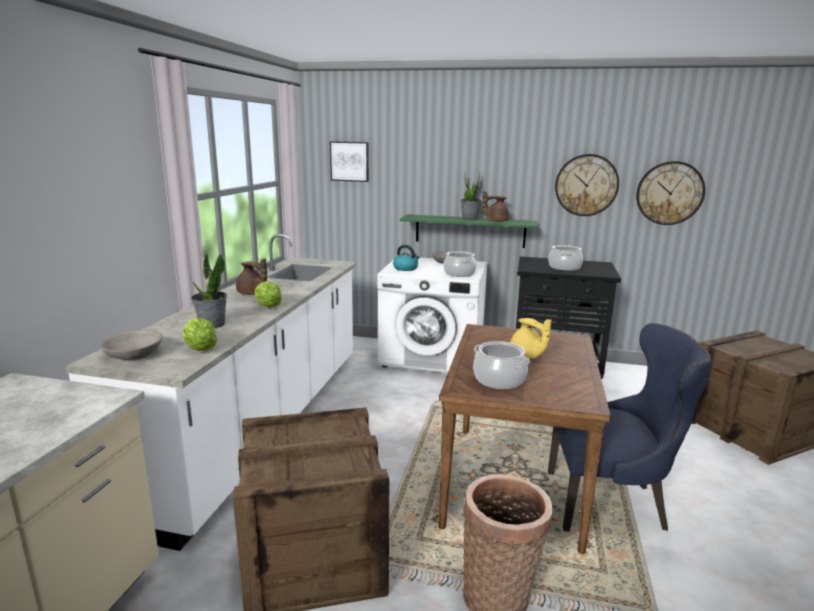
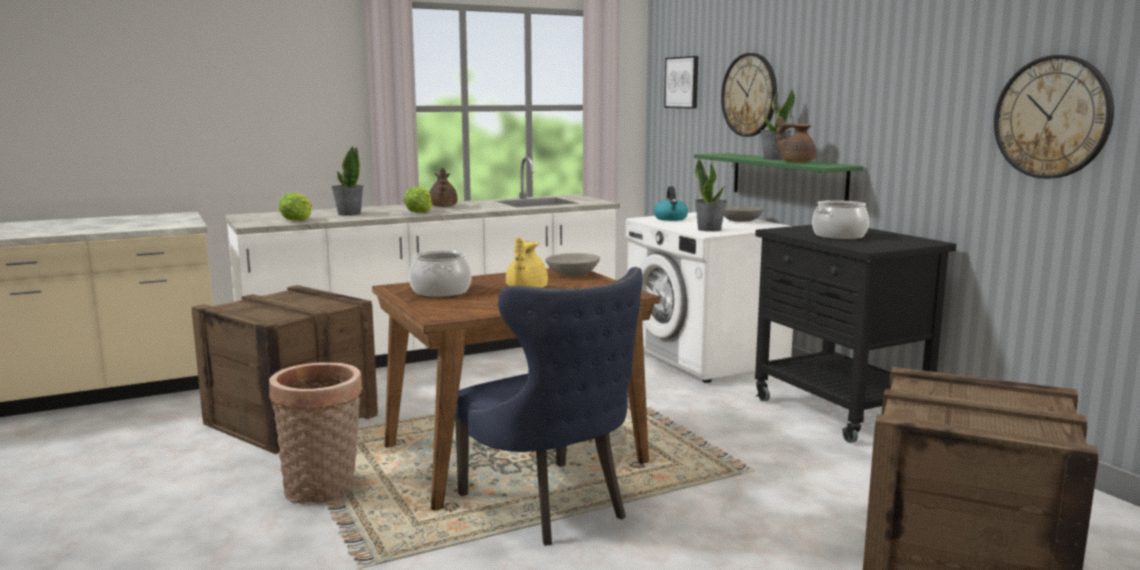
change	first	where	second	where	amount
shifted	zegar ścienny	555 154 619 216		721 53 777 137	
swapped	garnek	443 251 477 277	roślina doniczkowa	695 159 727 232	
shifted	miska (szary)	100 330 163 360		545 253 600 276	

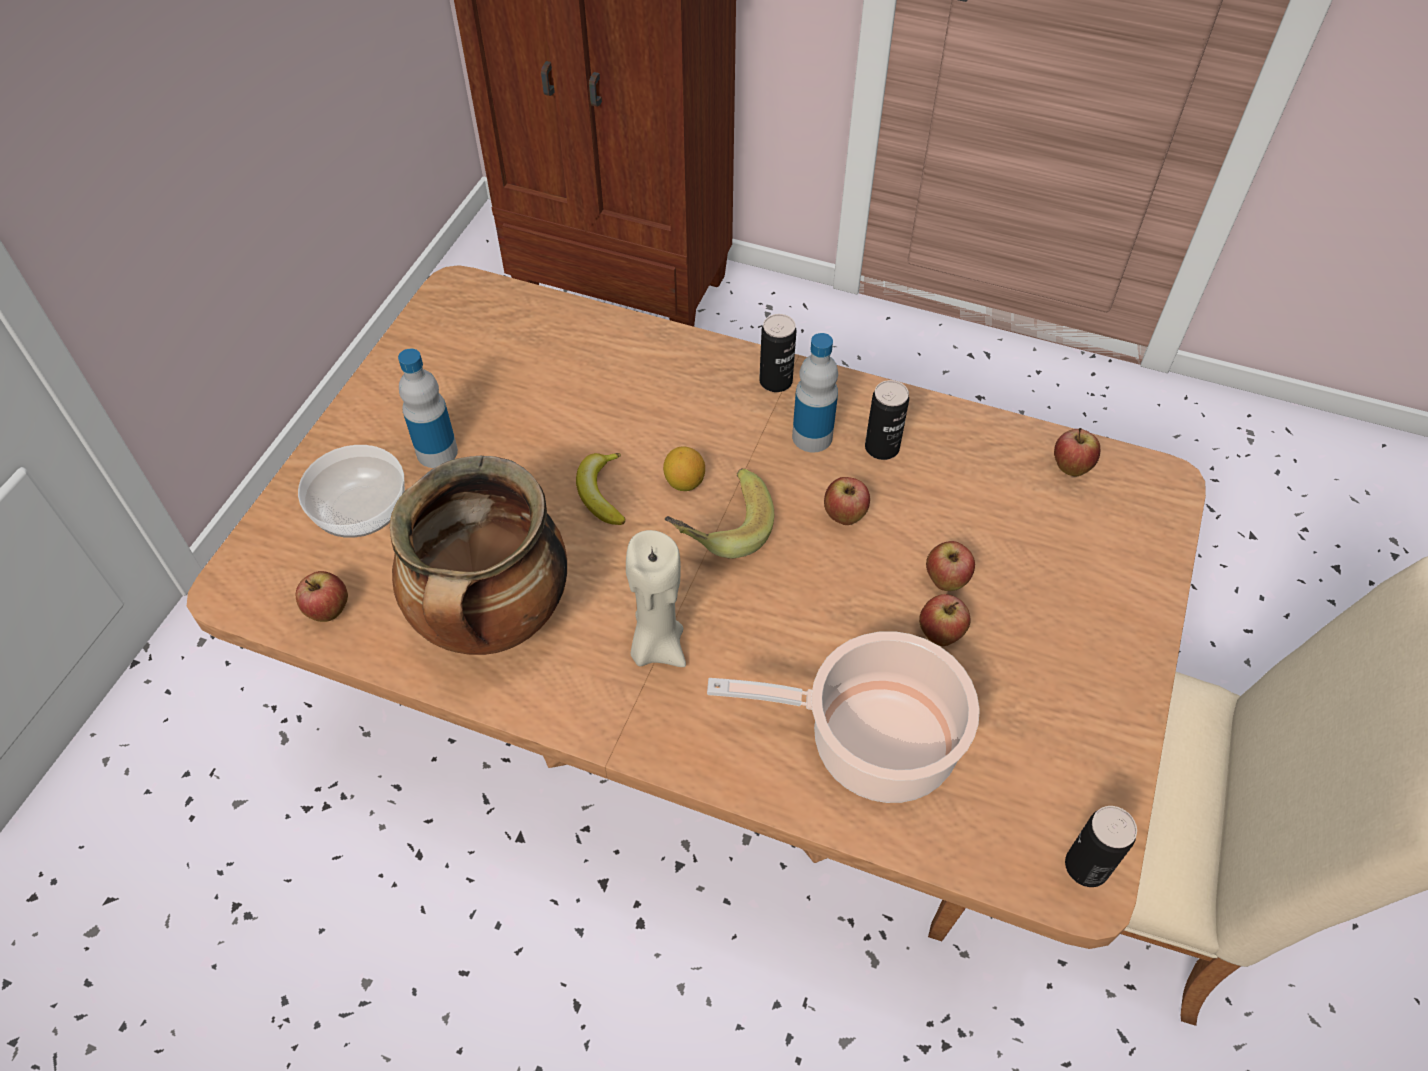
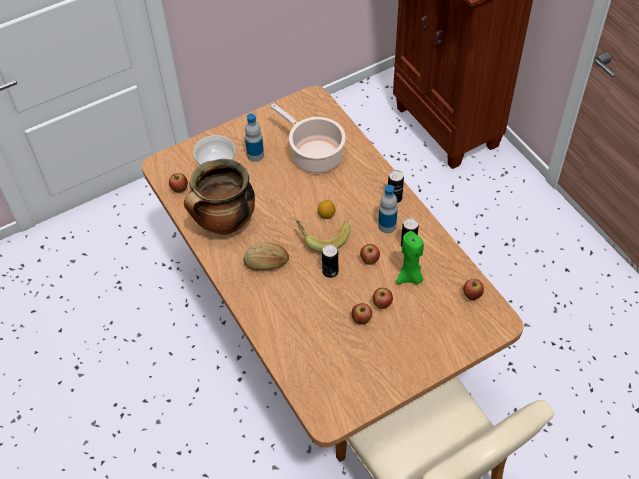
change	first	where	second	where	amount
gone	banan	576 453 626 525			
swapped	świeca (beżowy)	626 530 686 667	chleb	243 242 289 270	
shifted	garnek	707 631 980 803		270 103 346 173	
shifted	puszka	1065 806 1137 887		322 244 338 278	
new			świeca (zielony)	397 231 424 284	

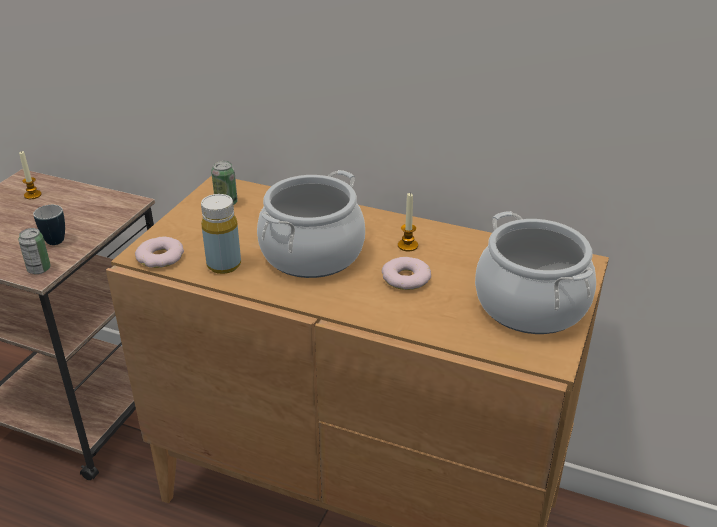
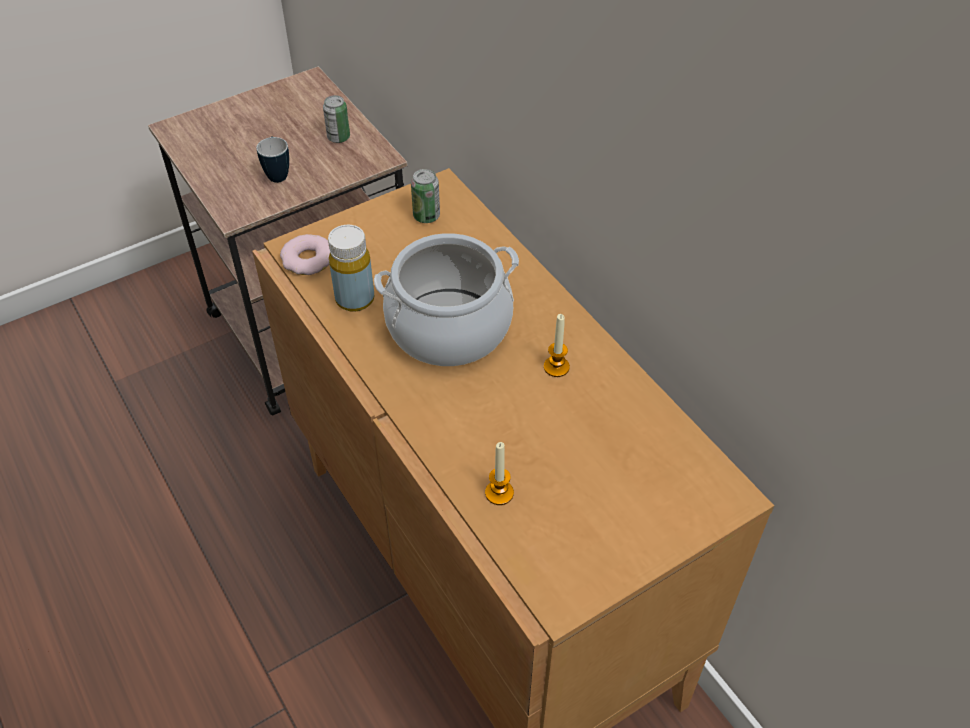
change	first	where	second	where	amount
shifted	świeca	19 151 42 199		485 442 514 505	
gone	garnek	475 211 596 334			
shifted	puszka	18 228 51 274		323 95 350 143	
gone	donut	382 257 431 290			

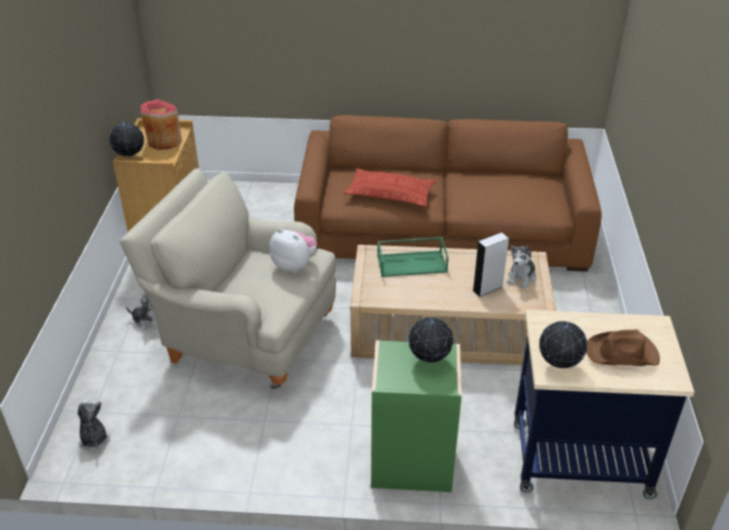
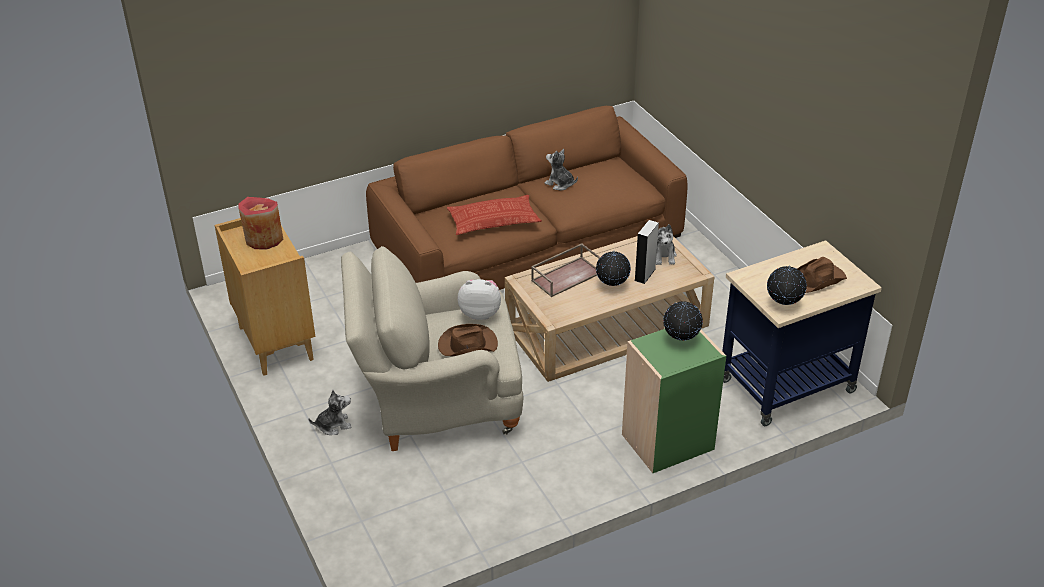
change	first	where	second	where	amount
shifted	globus	109 121 144 158		596 251 631 286	
repainted	taca (zielony)	377 237 449 277	taca (brązowy)	531 243 600 297	
shifted	pluszak	78 400 110 451		544 149 578 191	
new			kapelusz (brązowy)	438 324 498 356	

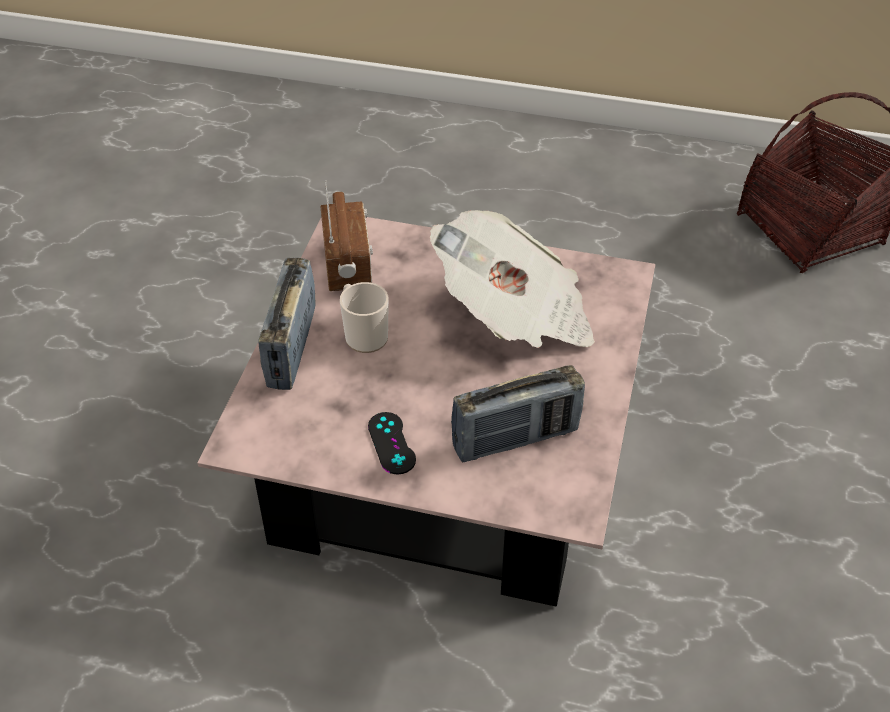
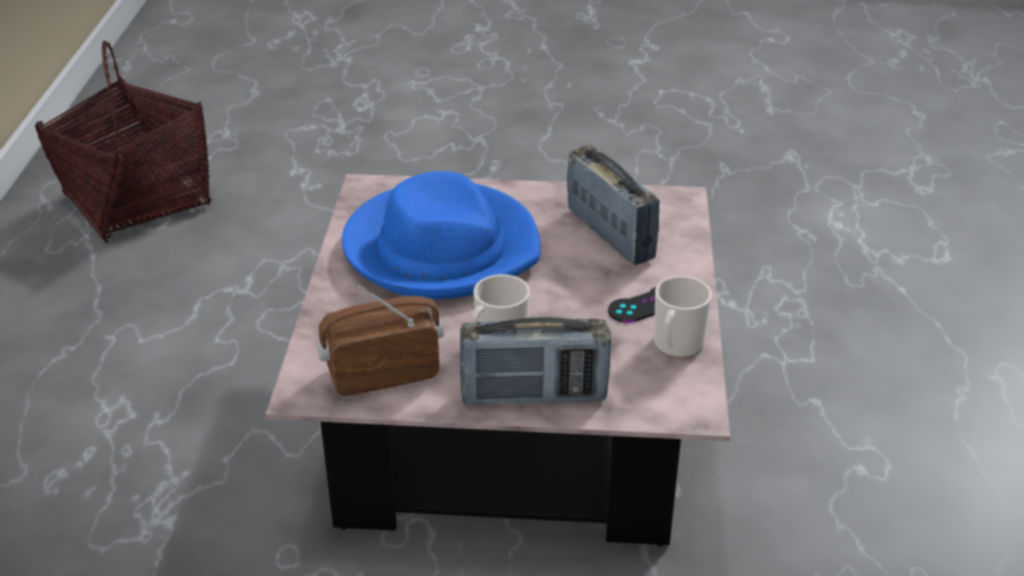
change	first	where	second	where	amount
swapped	gazeta	430 210 595 348	kapelusz (niebieski)	342 171 540 299	
new			kubek	654 276 712 359	

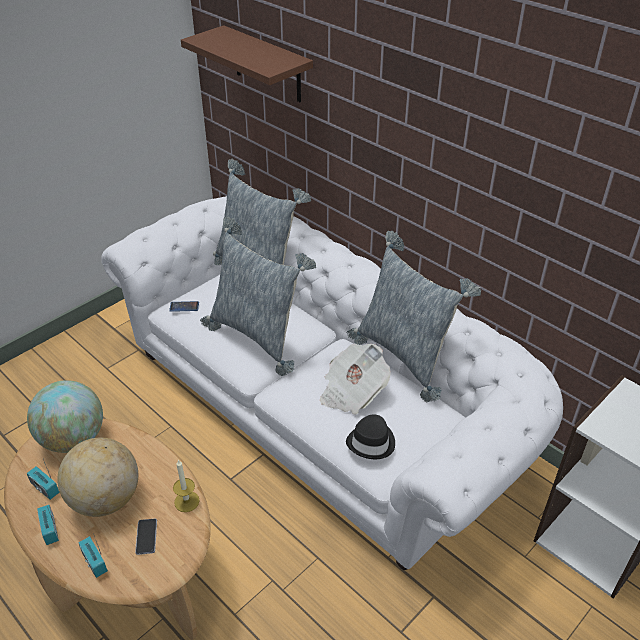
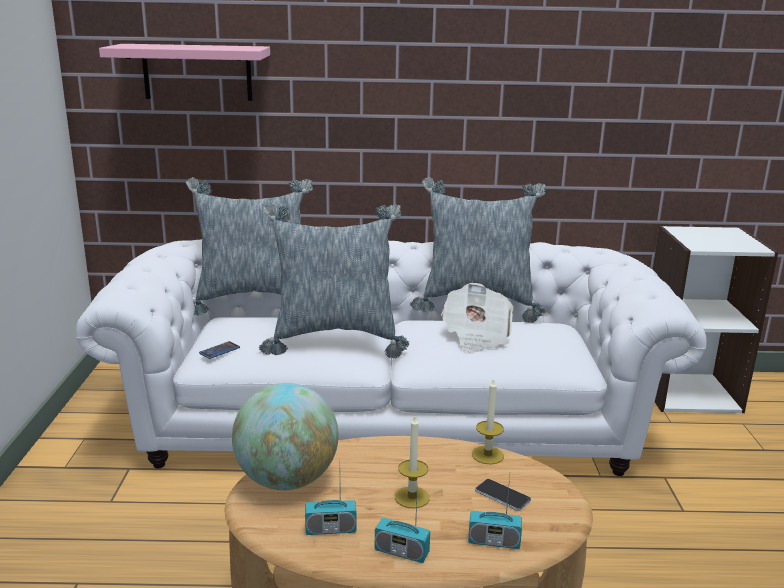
change	first	where	second	where	amount
repainted	półka (brązowy)	181 25 313 102	półka (różowy)	99 44 270 101	
gone	kapelusz (czarny)	346 414 395 459			
swapped	globus	57 438 138 517	świeca	395 416 430 508	

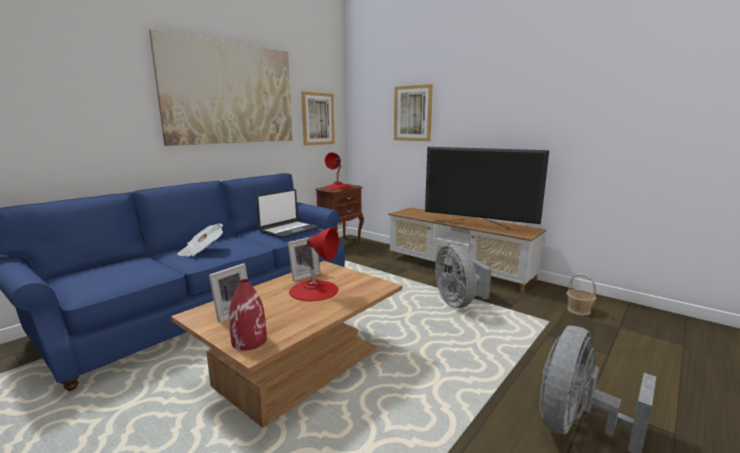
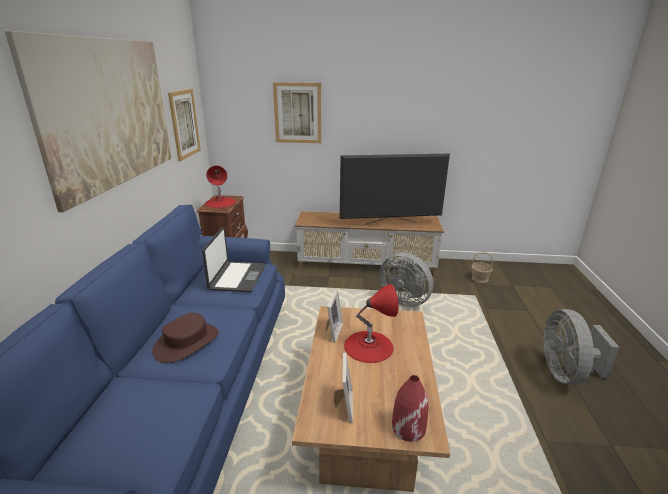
change	first	where	second	where	amount
swapped	gazeta	177 223 223 256	kapelusz (brązowy)	152 313 219 363	

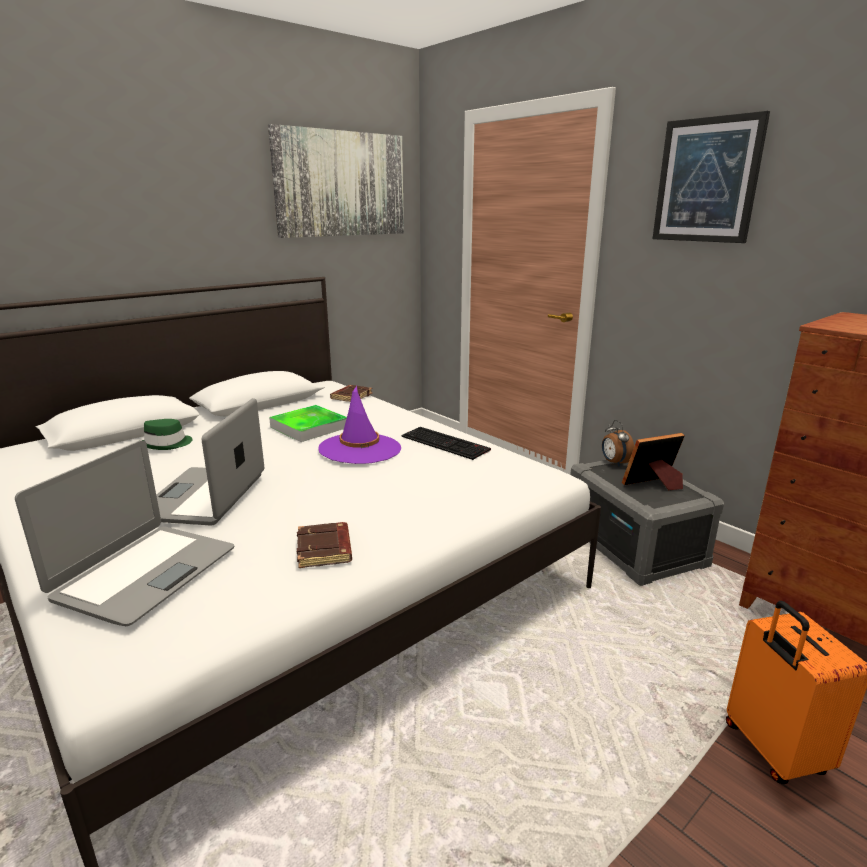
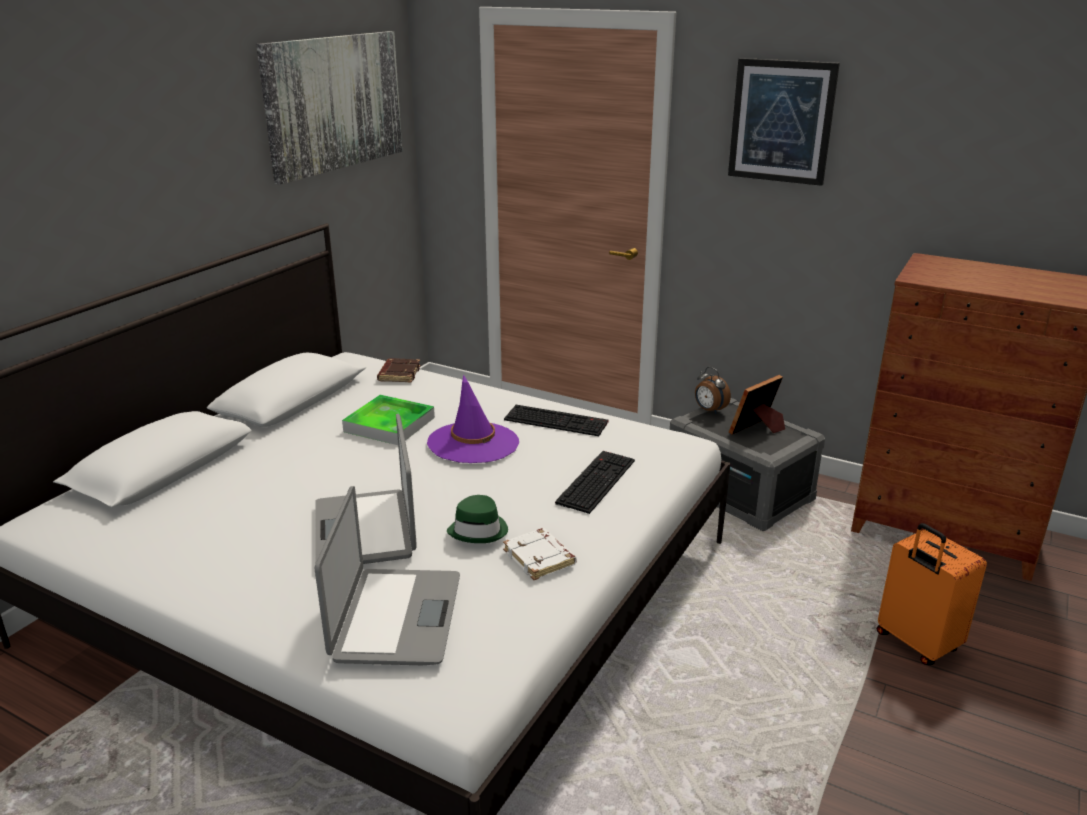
change	first	where	second	where	amount
shifted	kapelusz (zielony)	139 419 193 450		447 495 508 543	
repainted	książka (brązowy)	297 522 352 568	książka (biały)	503 528 577 580	
new			klawiatura	555 451 635 514	

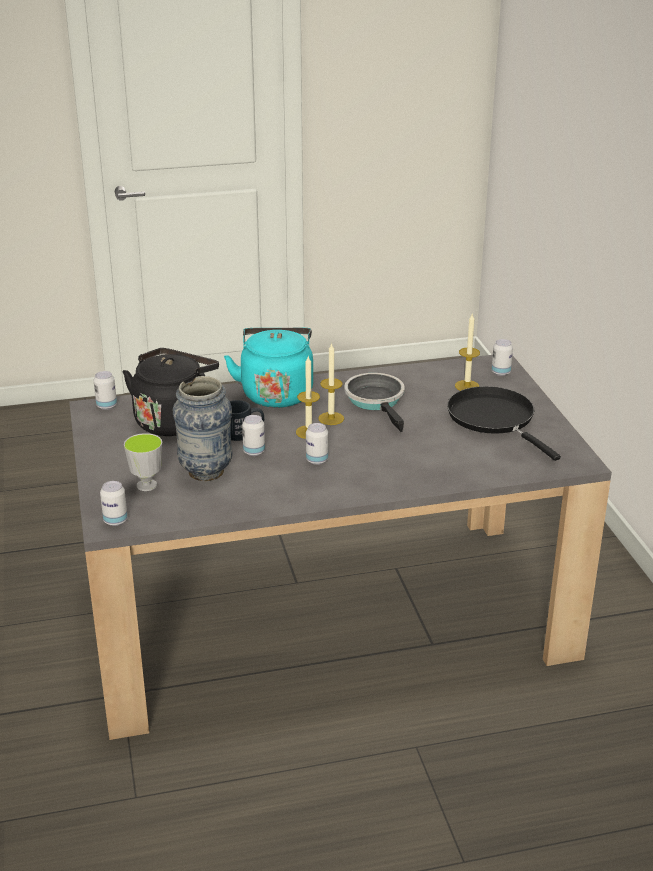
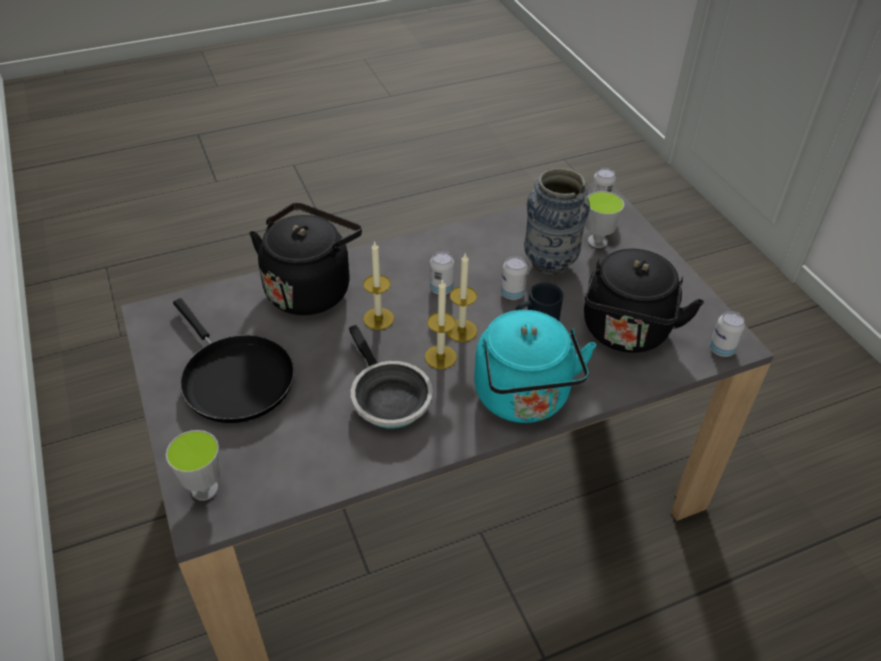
change	first	where	second	where	amount
shifted	świeca	455 314 480 391		363 241 394 330	
swapped	puszka	491 339 513 376	filiżanka	166 430 221 501	
new			czajnik (czarny)	249 203 362 315	

